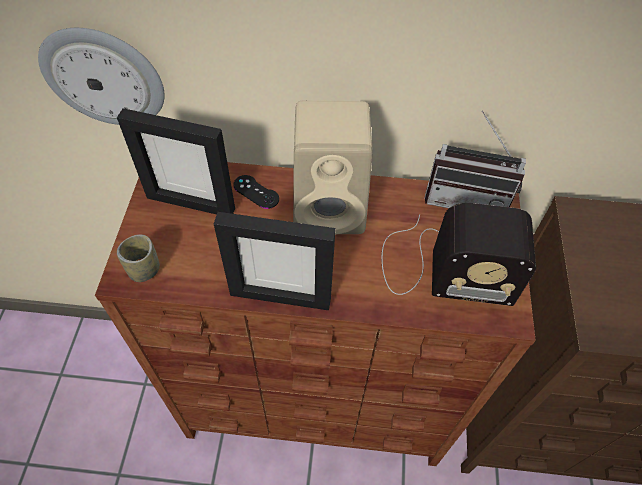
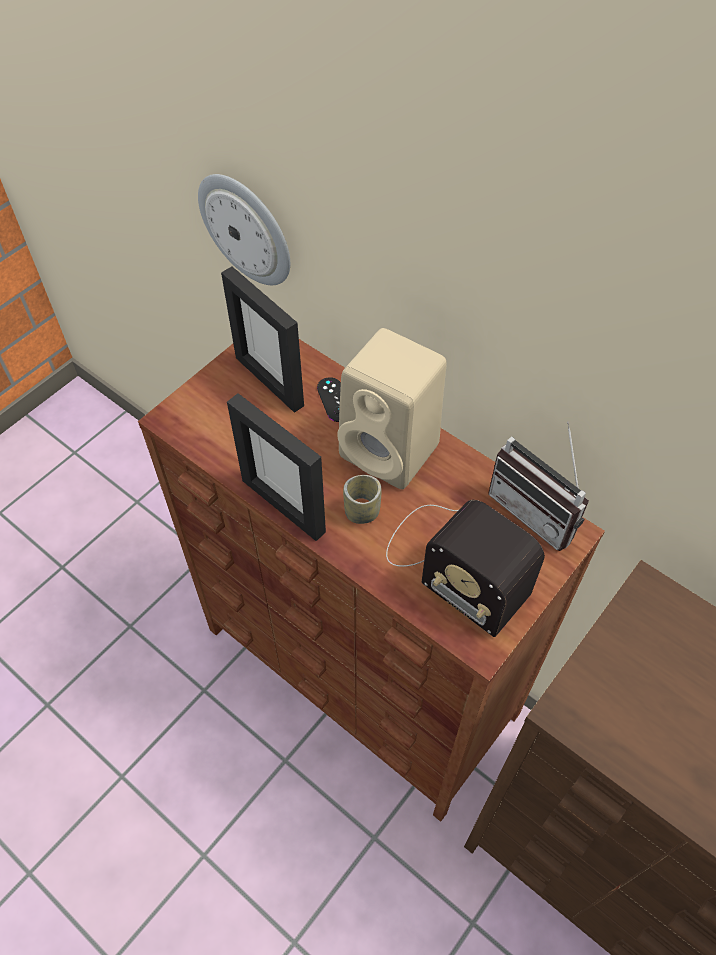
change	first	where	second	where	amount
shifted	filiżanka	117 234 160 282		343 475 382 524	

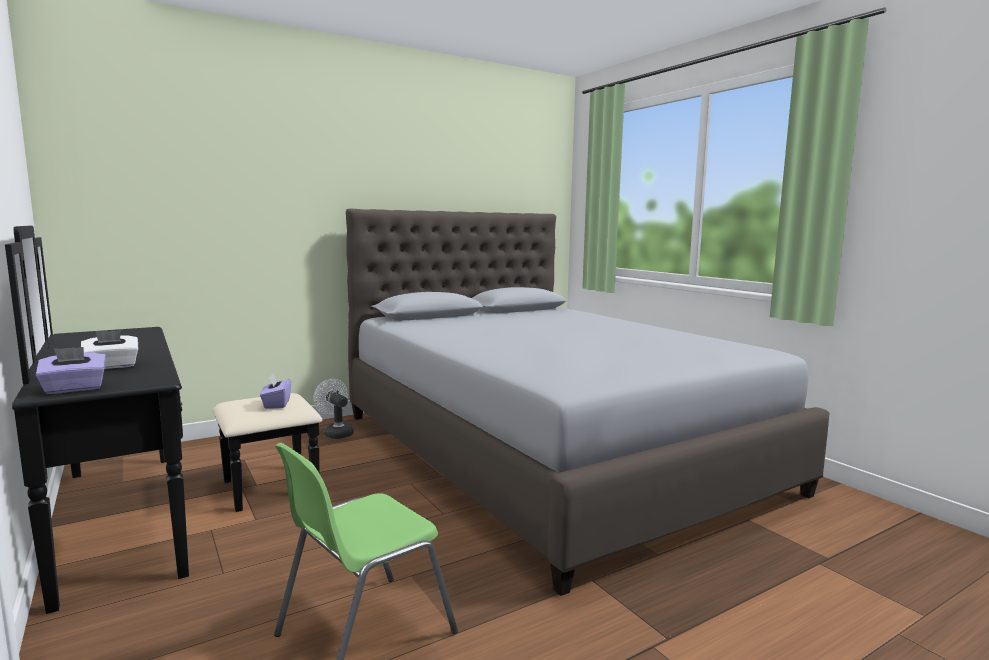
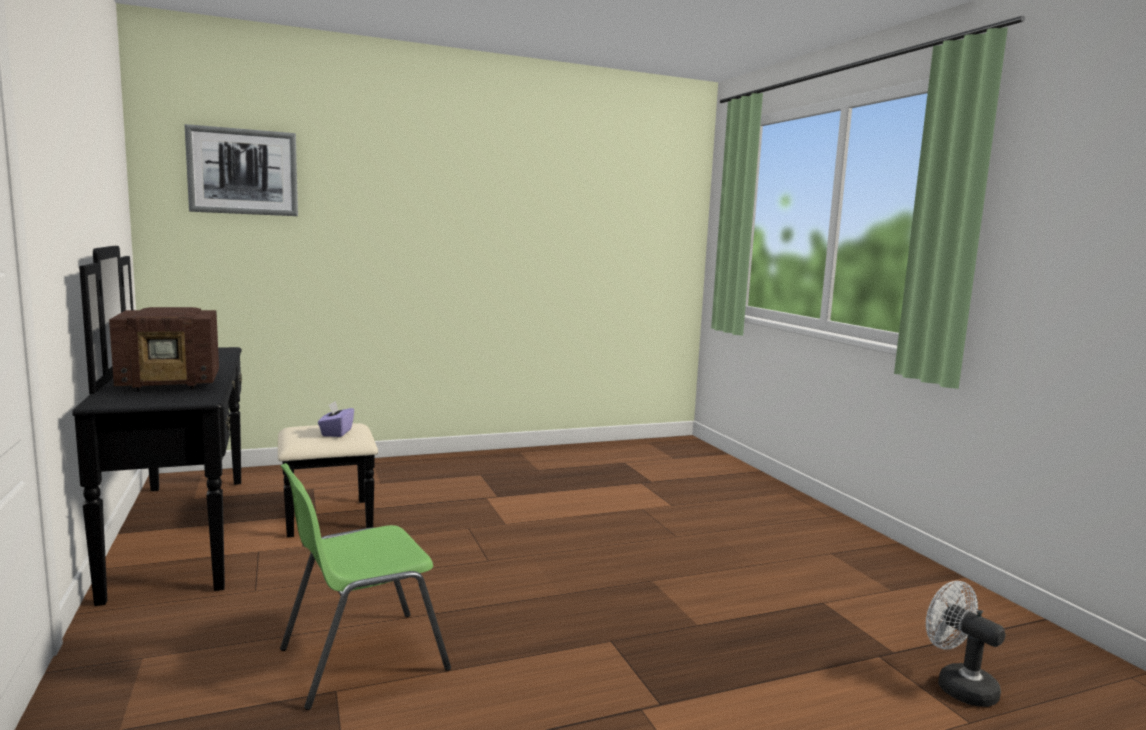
change	first	where	second	where	amount
gone	łóżko (szary)	346 209 829 596			
swapped	pudełko chusteczek (biały)	81 330 138 369	radio	109 307 219 391	
gone	pudełko chusteczek (fioletowy)	36 347 106 394			
shifted	wentylator (biały)	313 379 353 439		926 581 1005 707	
new			obraz	185 124 298 216	

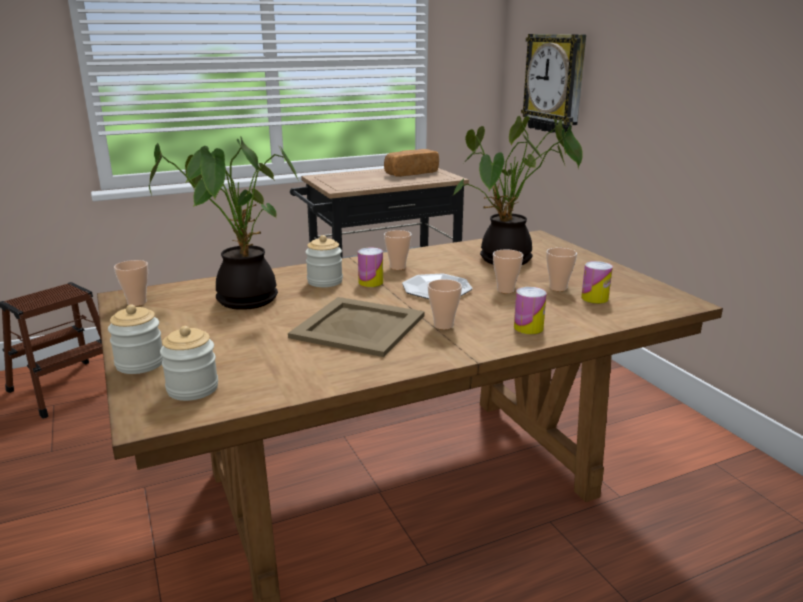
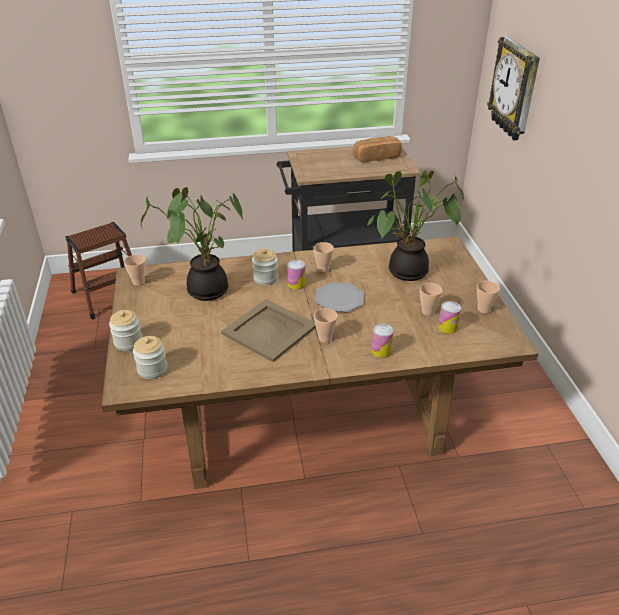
change	first	where	second	where	amount
shifted	filiżanka	493 250 523 293		477 281 500 313	

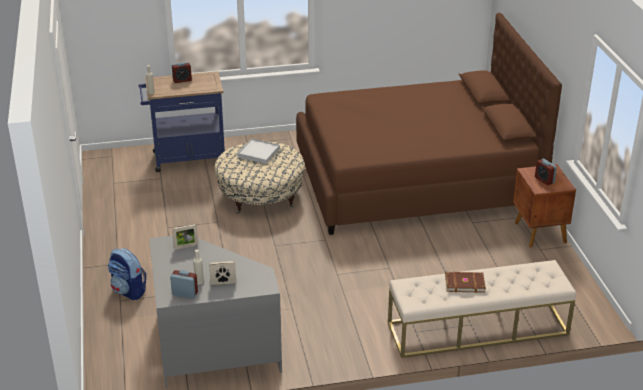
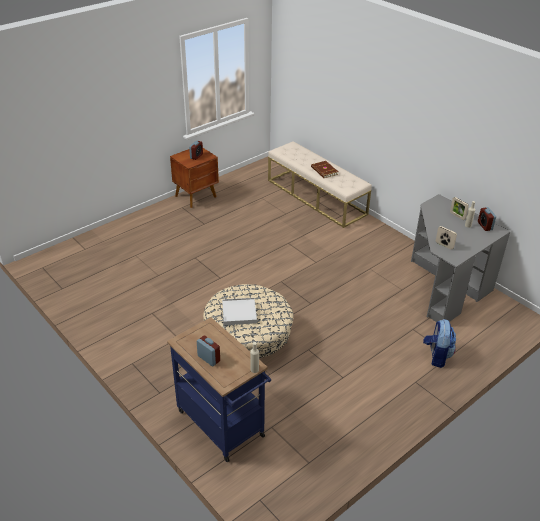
change	first	where	second	where	amount
gone	łóżko (brązowy)	296 13 562 235			

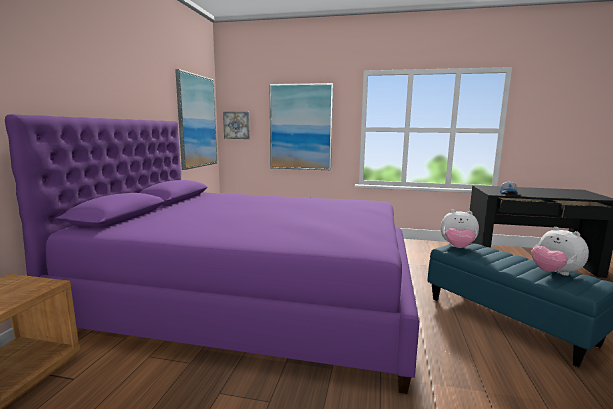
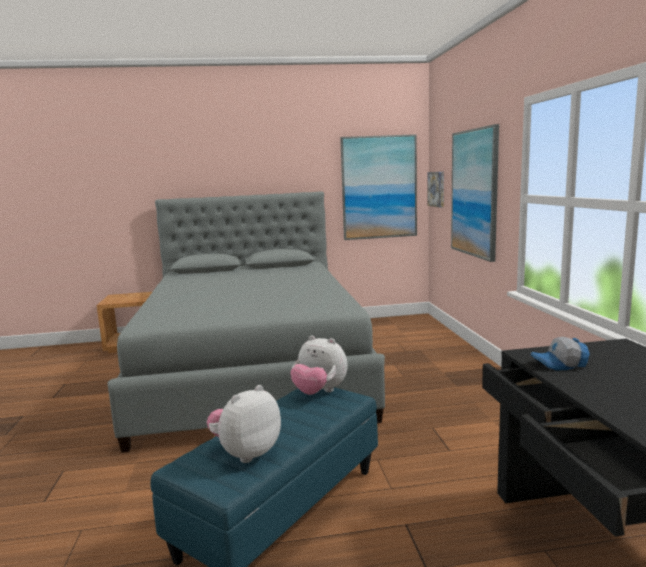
change	first	where	second	where	amount
repainted	łóżko (fioletowy)	5 114 419 394	łóżko (szary)	107 191 385 453	
rotated	pluszak	440 209 479 248		290 335 348 395	60 degrees counterclockwise

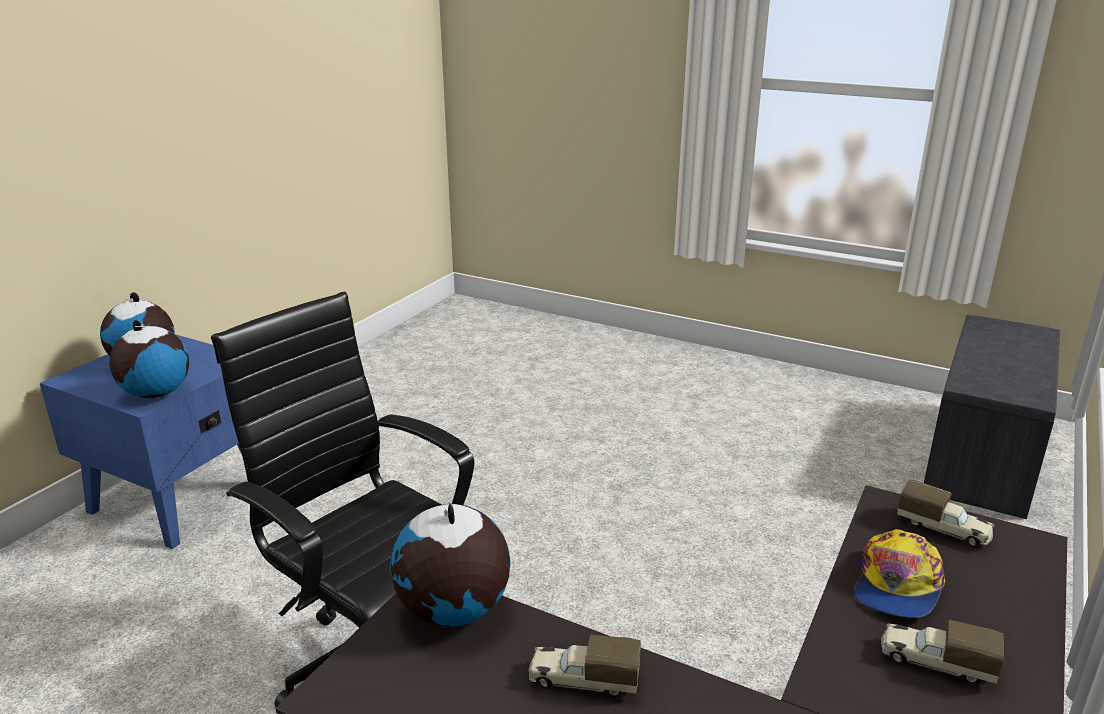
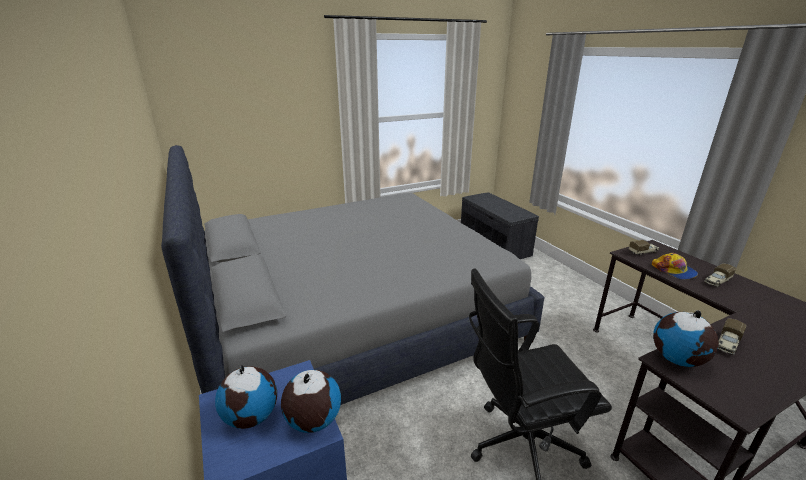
change	first	where	second	where	amount
new			łóżko (szary)	161 145 544 405	

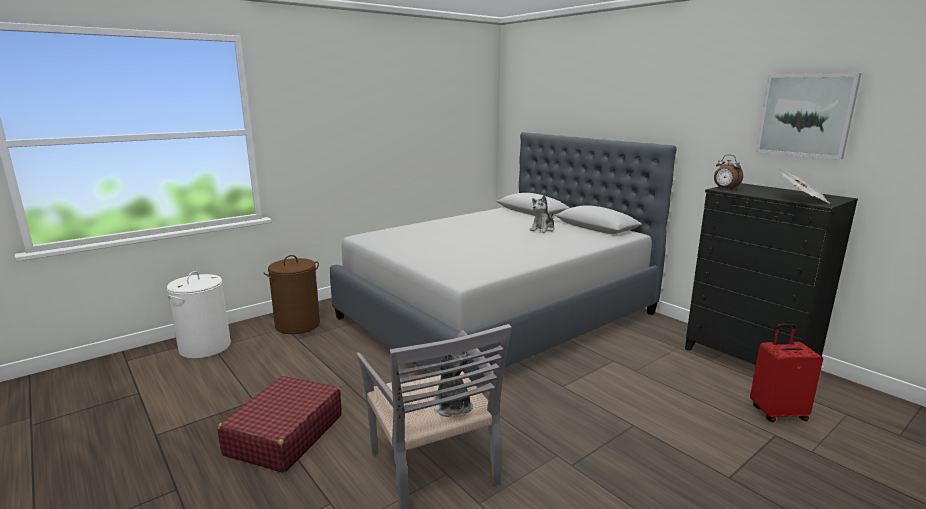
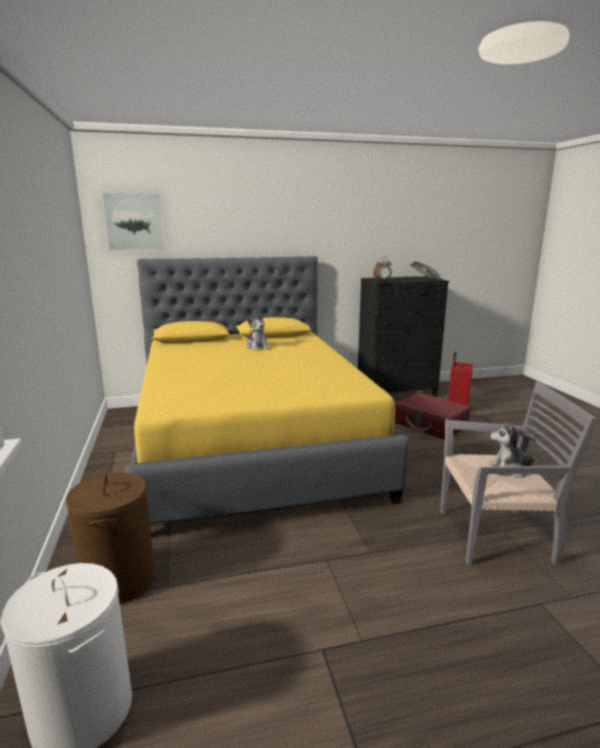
change	first	where	second	where	amount
shifted	obraz	756 73 862 160		100 191 167 252	
repainted	łóżko (szary)	330 132 676 381	łóżko (żółty)	125 256 409 525	
shifted	walizka (czerwony)	218 376 342 473		395 392 470 440	

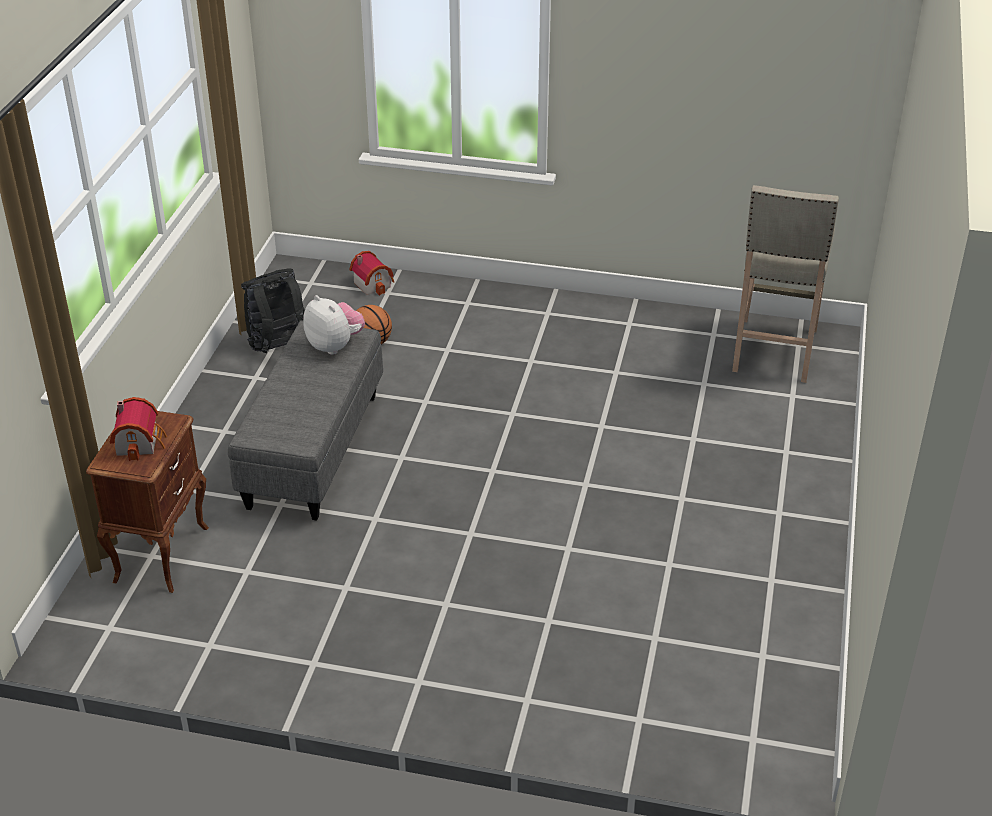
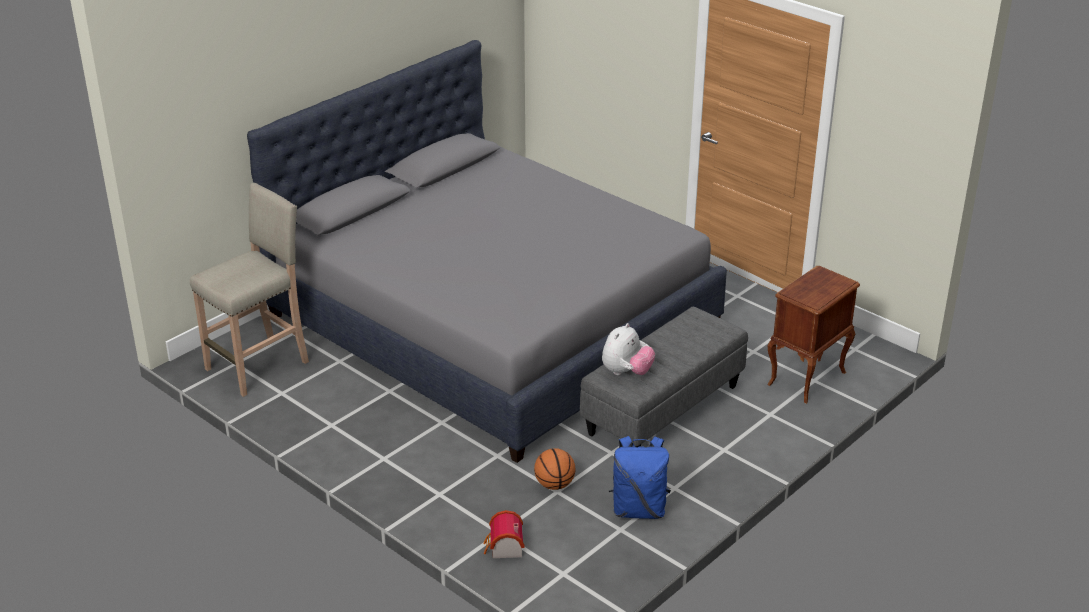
change	first	where	second	where	amount
repainted	plecak (czarny)	241 269 305 353	plecak (niebieski)	609 436 671 519	
rotated	pluszak	303 295 365 355		602 323 655 375	135 degrees counterclockwise
gone	domek	110 397 167 461			
new			łóżko (szary)	247 40 727 463	

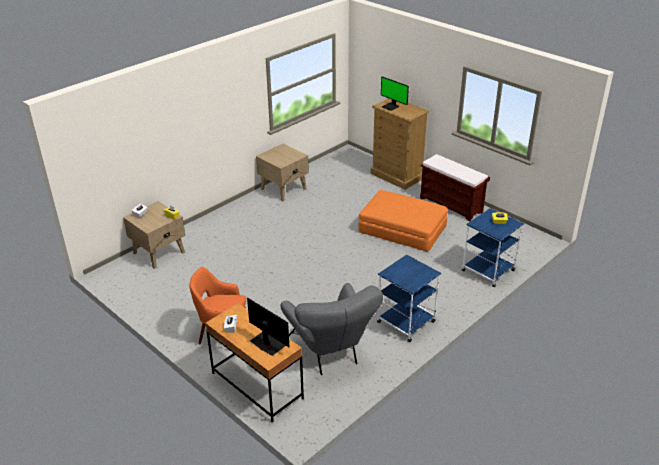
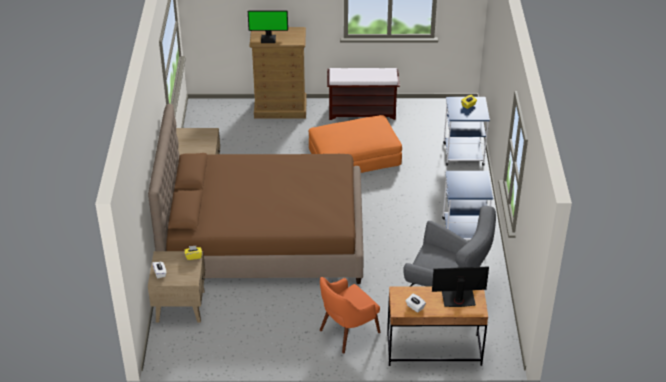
change	first	where	second	where	amount
new			łóżko (brązowy)	148 104 364 284	

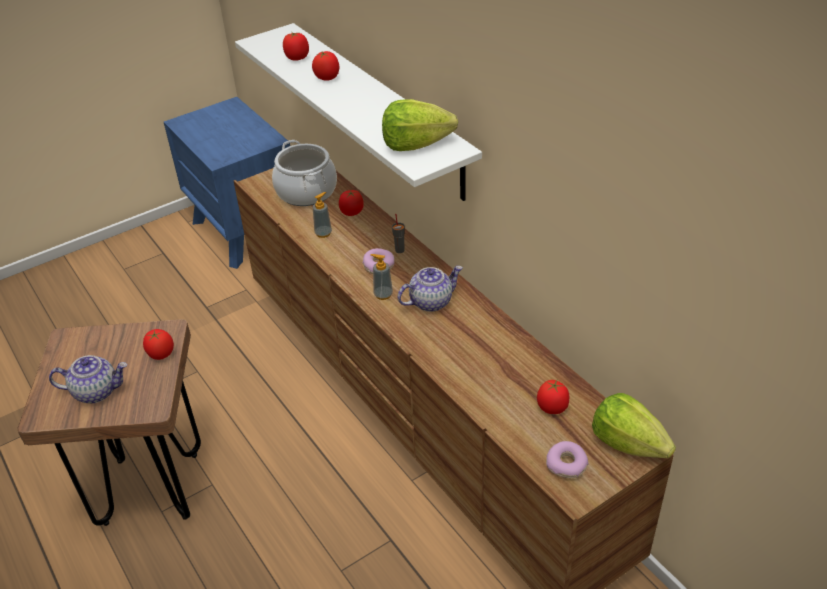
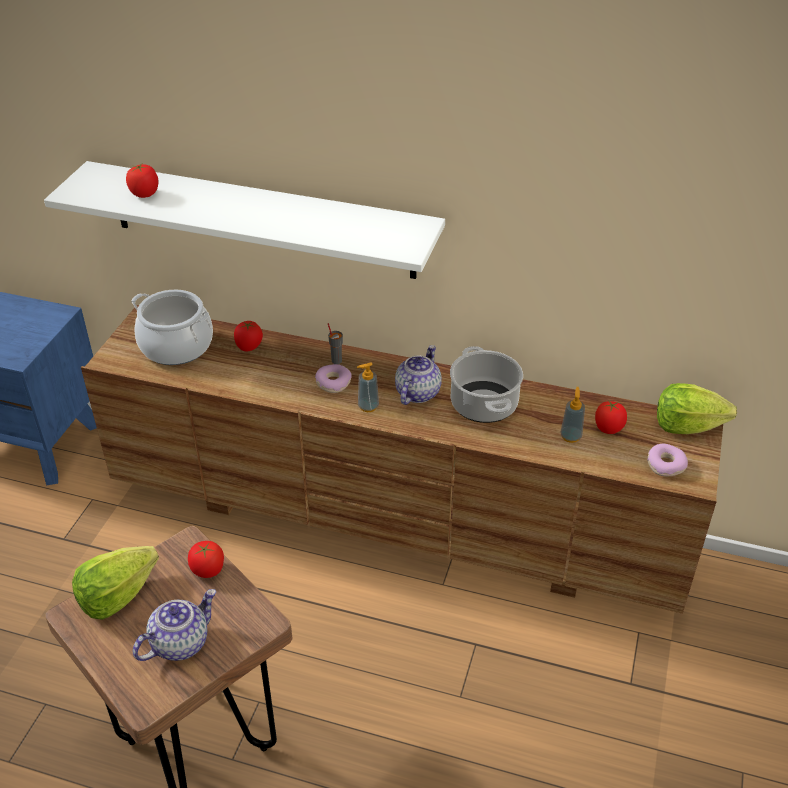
change	first	where	second	where	amount
gone	pomidor	312 51 339 81			
shifted	sałata	382 99 458 151		72 546 159 620	
shifted	dozownik mydła	313 192 332 238		560 387 585 443	
new			garnek	450 346 523 423	

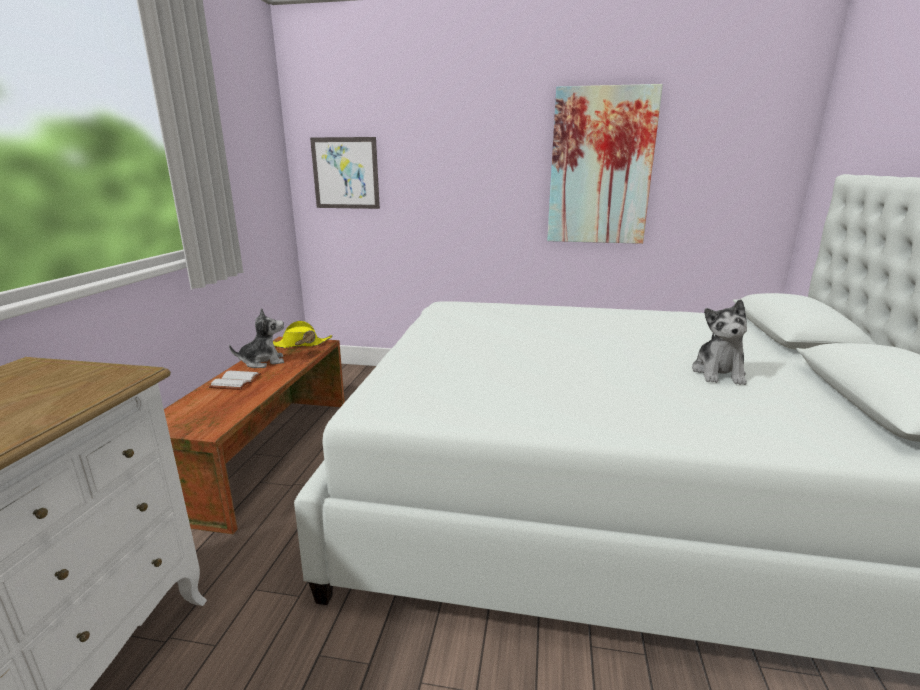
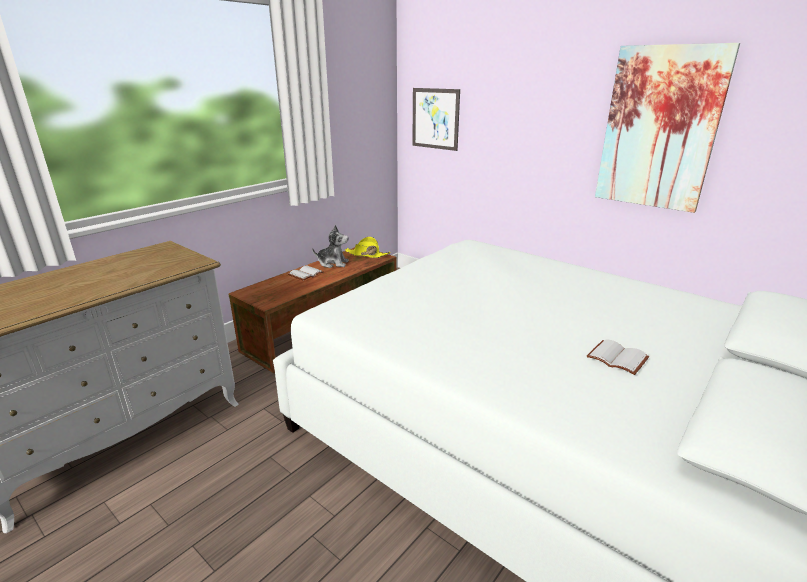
change	first	where	second	where	amount
swapped	pluszak	692 299 747 385	książka (biały)	587 339 649 375	

